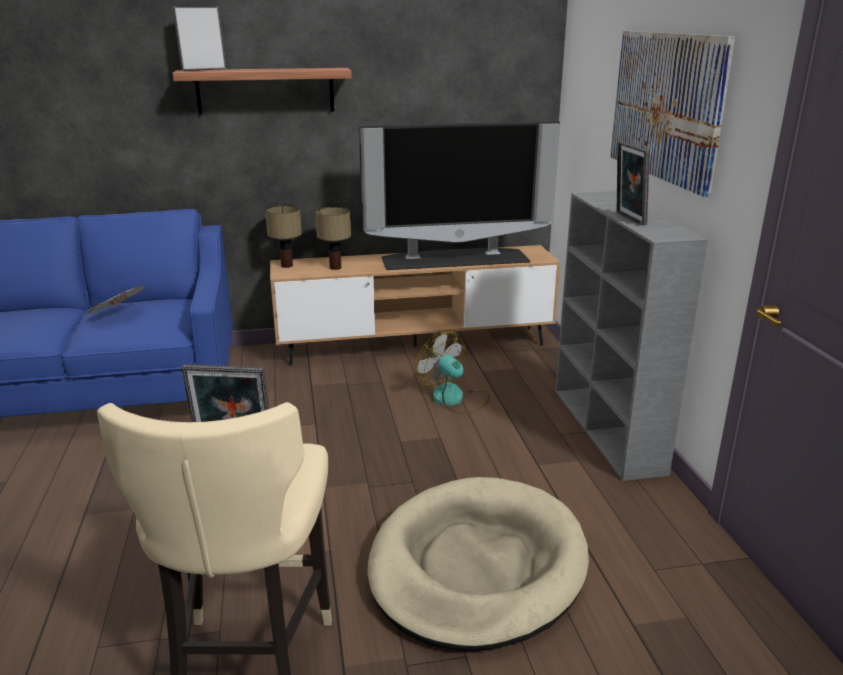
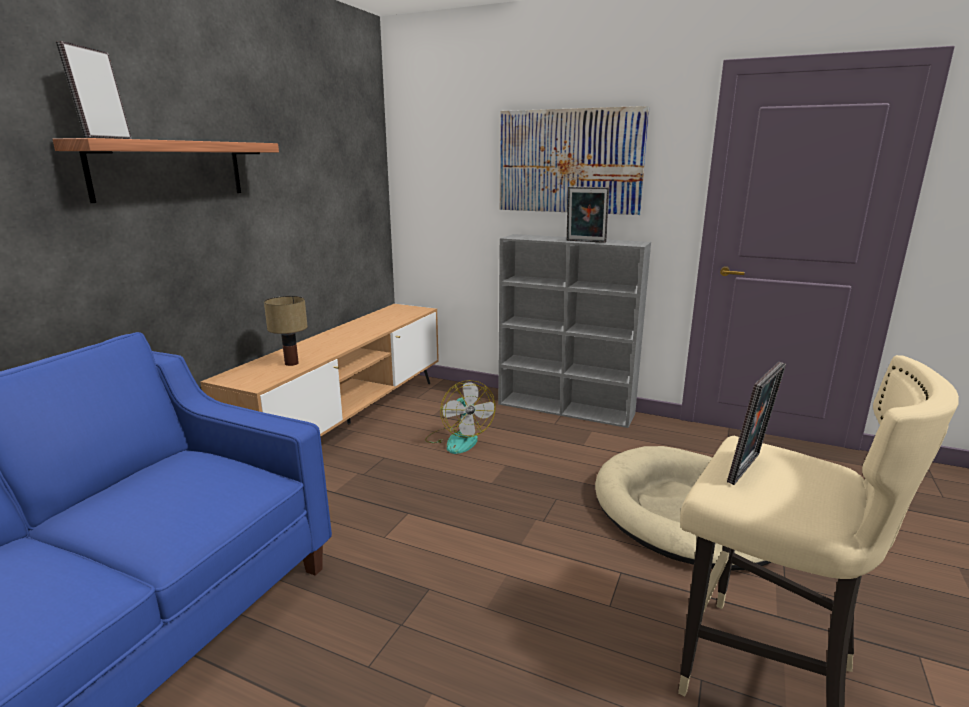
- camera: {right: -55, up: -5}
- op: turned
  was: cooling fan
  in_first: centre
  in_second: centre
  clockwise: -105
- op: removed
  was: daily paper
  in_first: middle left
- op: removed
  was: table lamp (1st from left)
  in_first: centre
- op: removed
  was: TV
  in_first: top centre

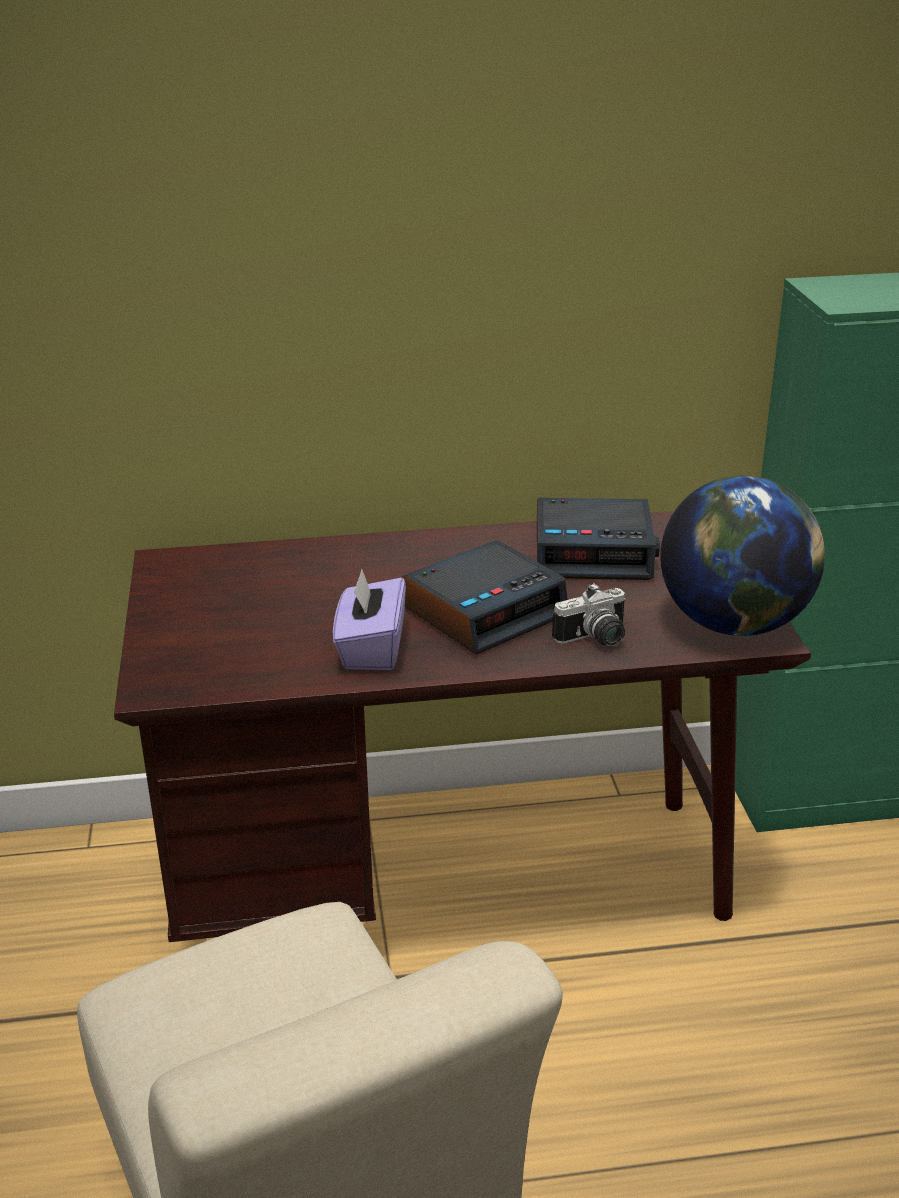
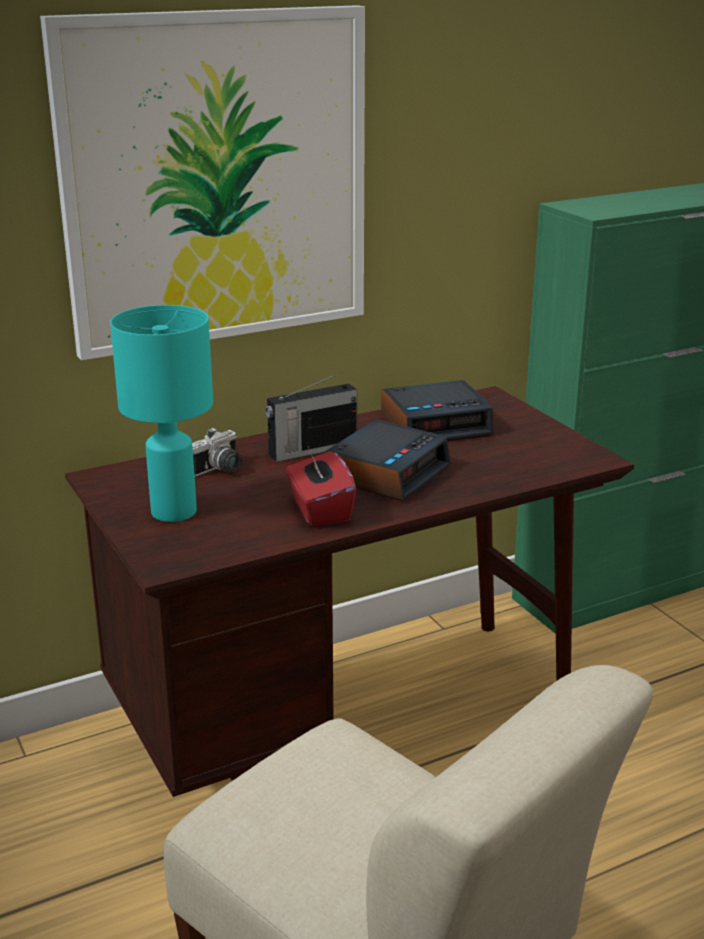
- camera: {right: -20, up: -5}
- op: added
  now: picture
  in_second: top left
- op: added
  now: turquoise-coloured table lamp
  in_second: middle left
- op: moved
  was: still camera
  in_first: centre
  in_second: middle left
- op: added
  now: radio
  in_second: centre
- op: recoloured
  was: purplish box of tissues
  now: red box of tissues
  in_first: centre
  in_second: centre
- op: removed
  was: desk globe
  in_first: middle right

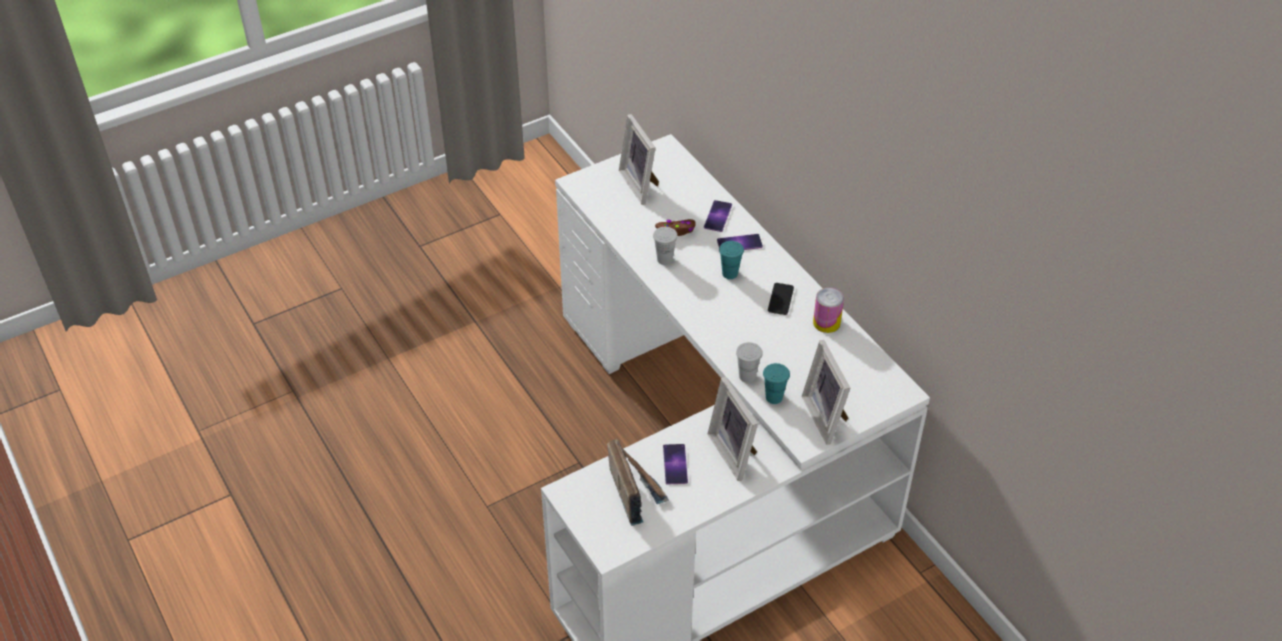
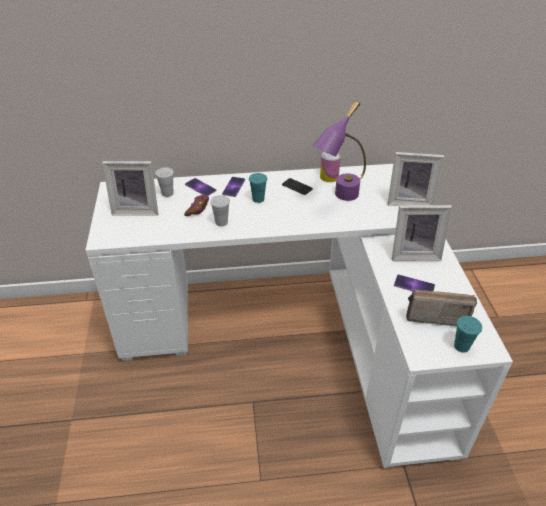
- camera: {right: -65, up: -5}
- op: moved
  was: white-coloured drinking cup (2nd from left in the first image)
  now: white-coloured drinking cup (1st from left)
  in_first: centre
  in_second: middle left
- op: added
  now: purplish table lamp
  in_second: top centre
- op: moved
  was: turquoise-coloured drinking cup (2nd from left)
  in_first: centre
  in_second: middle right

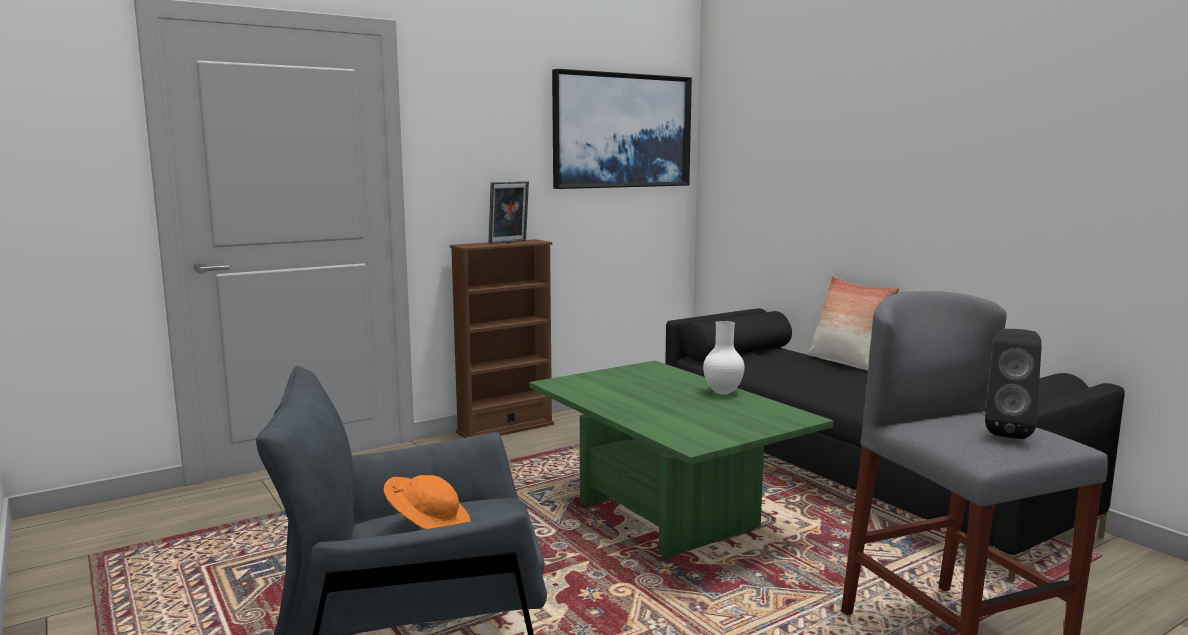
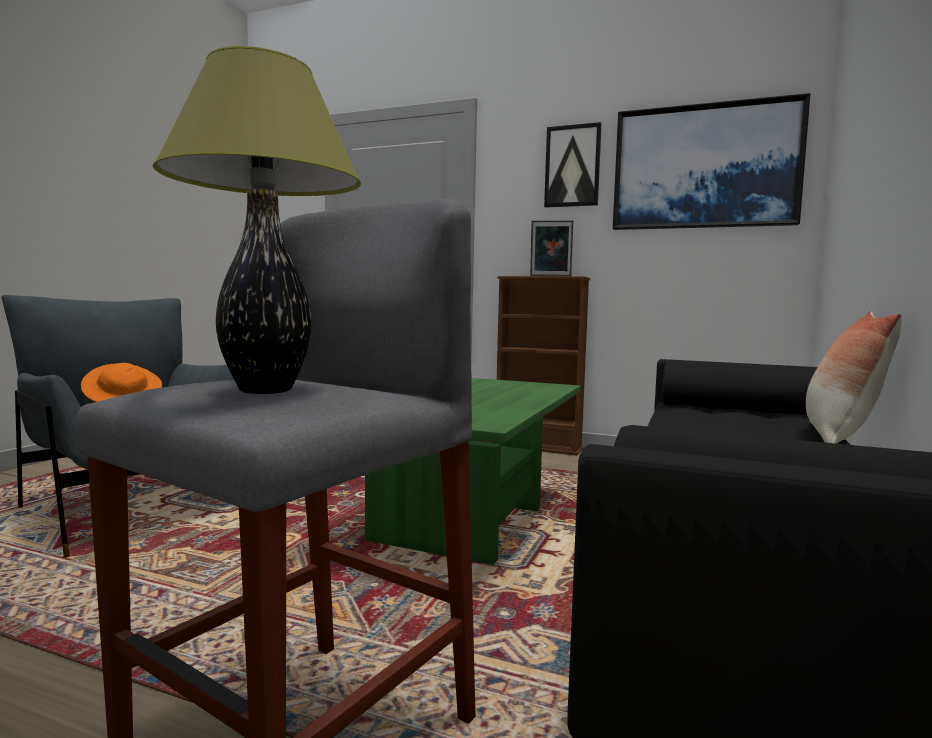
- camera: {right: 55, up: -5}
- op: replaced
  was: black-coloured speaker
  now: table lamp
  in_first: middle right
  in_second: top left
- op: added
  now: picture (1st from left)
  in_second: top centre
- op: removed
  was: white-coloured decorative vase
  in_first: centre

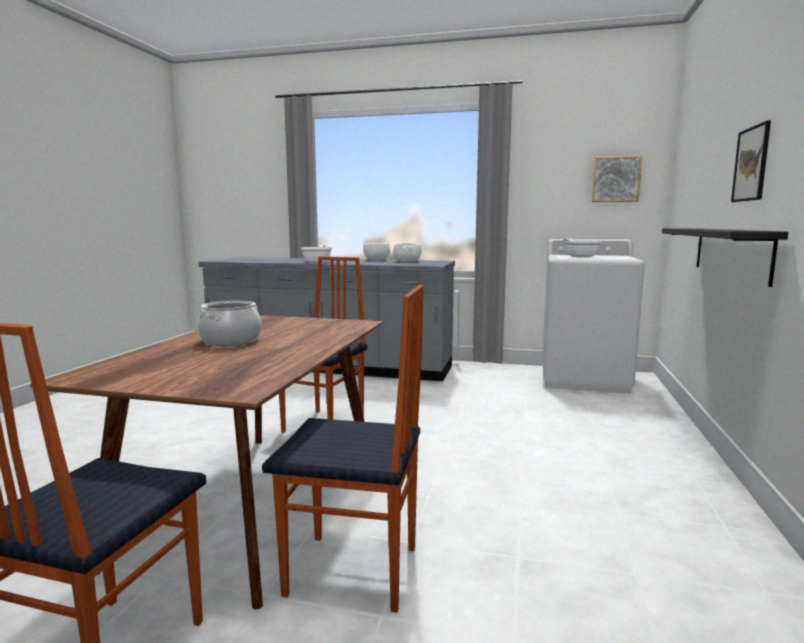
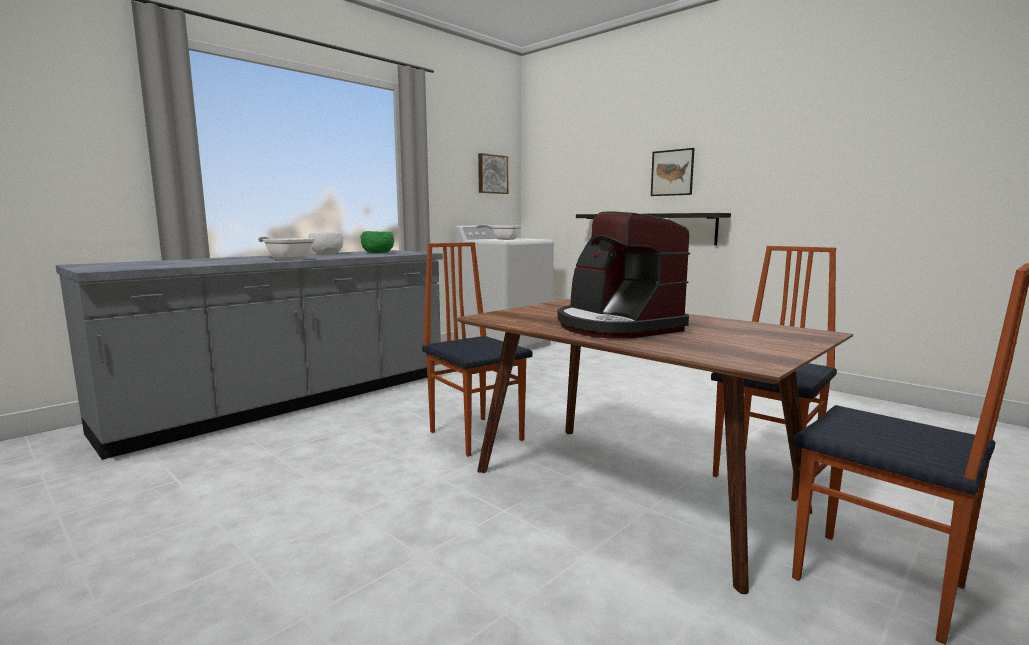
- camera: {right: -60, up: 0}
- op: recoloured
  was: white-coloured deep dish (2nd from left)
  now: green deep dish
  in_first: centre
  in_second: centre
- op: replaced
  was: stockpot
  now: coffee brewer
  in_first: middle left
  in_second: centre

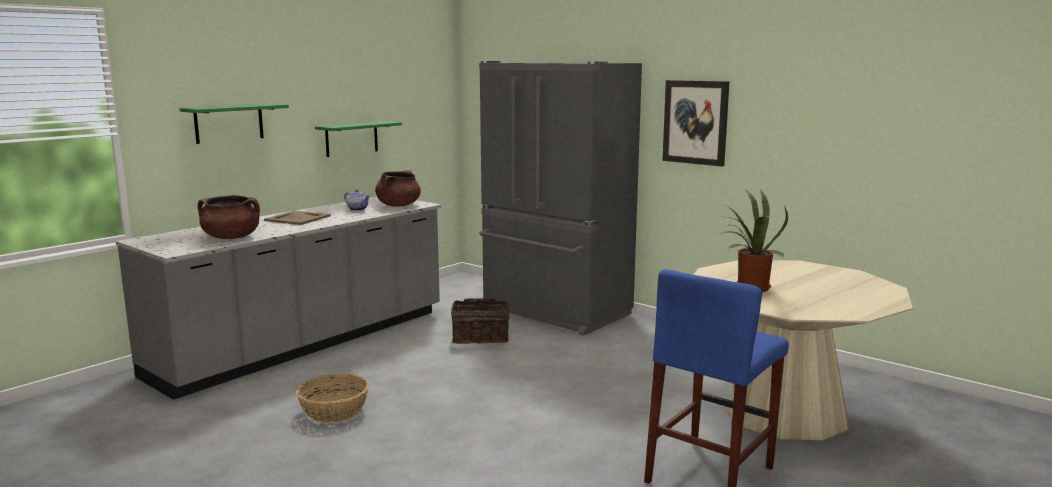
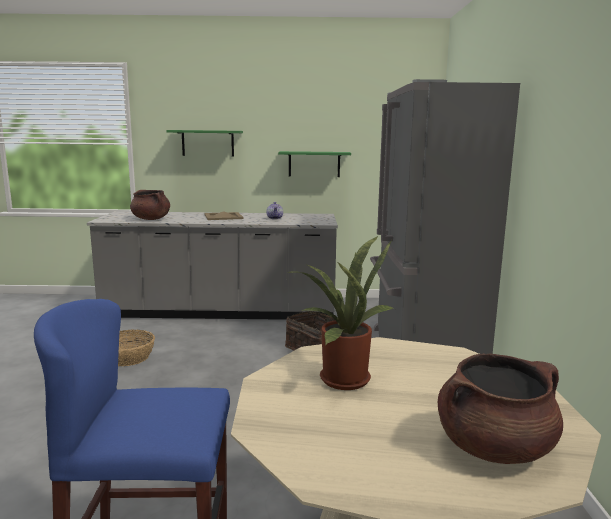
- camera: {right: 50, up: 0}
- op: moved
  was: brown-coloured stockpot (2nd from left)
  in_first: centre
  in_second: bottom right
- op: removed
  was: picture
  in_first: top centre

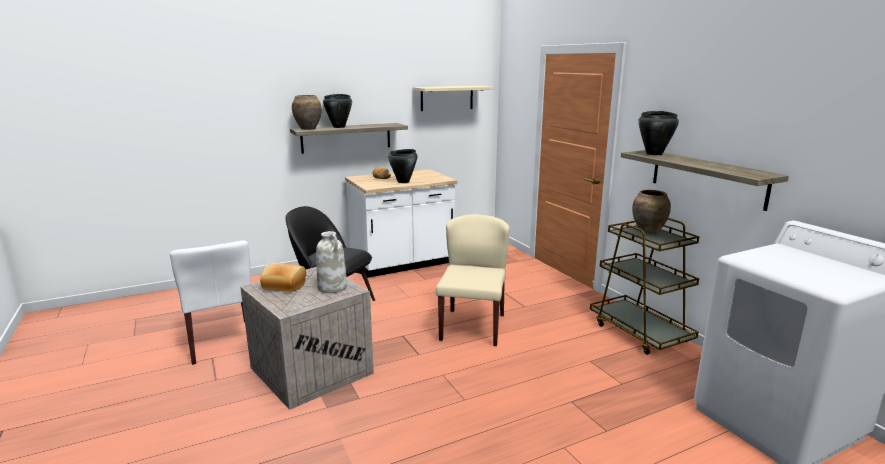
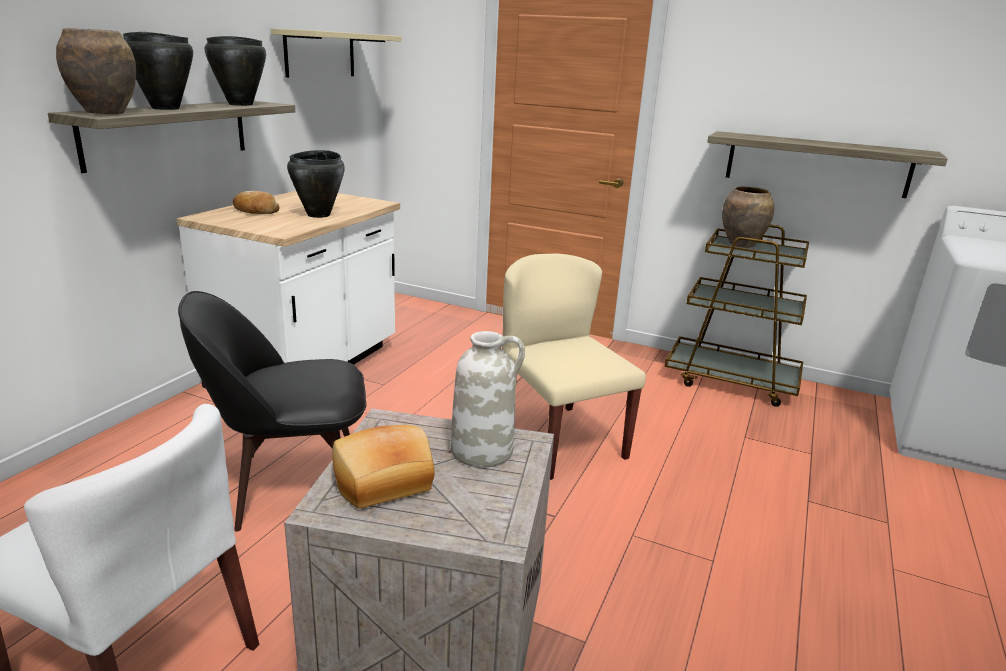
- camera: {right: -40, up: 5}
- op: moved
  was: black-coloured stockpot (3rd from left in the first image)
  now: black-coloured stockpot (2nd from left)
  in_first: top right
  in_second: top left

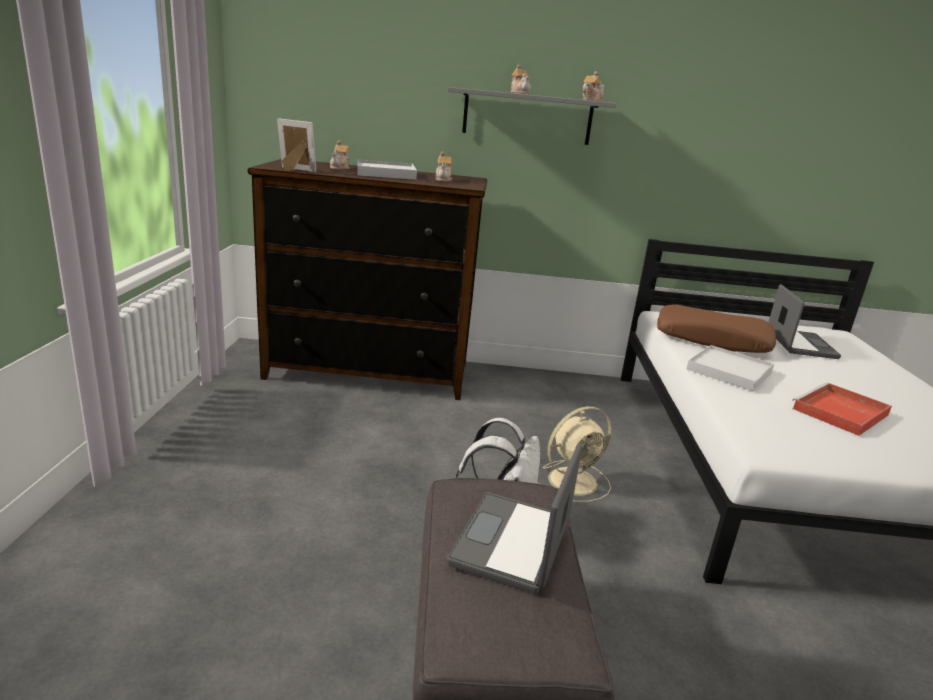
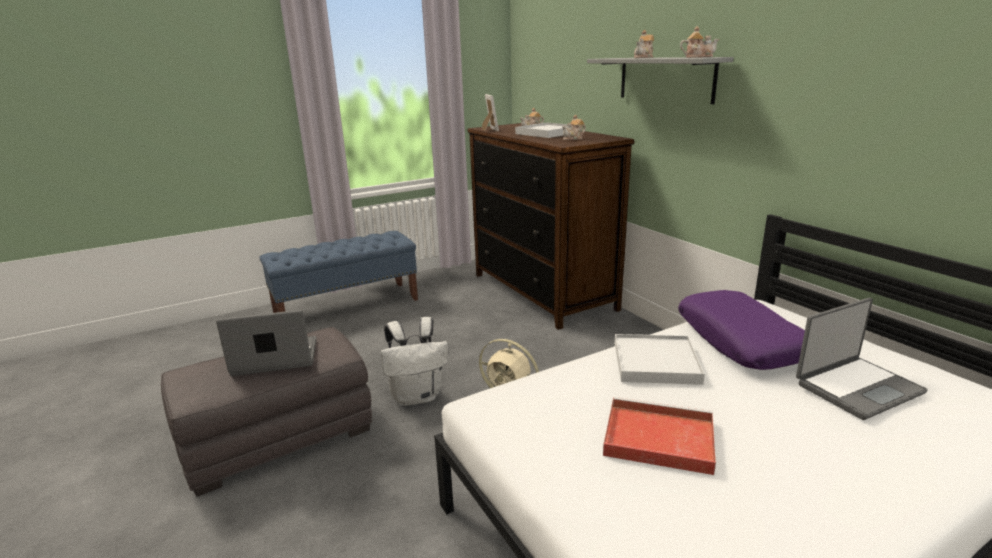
- camera: {right: 60, up: 0}
- op: added
  now: bluish bench
  in_second: centre
- op: recoloured
  was: brown-coloured pillow
  now: purplish pillow
  in_first: middle right
  in_second: middle right

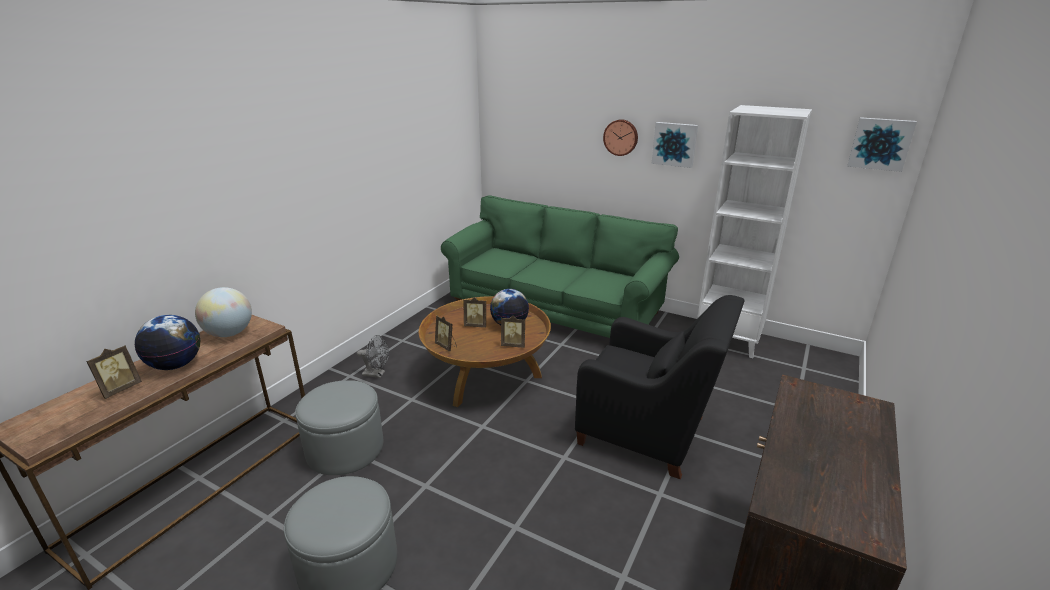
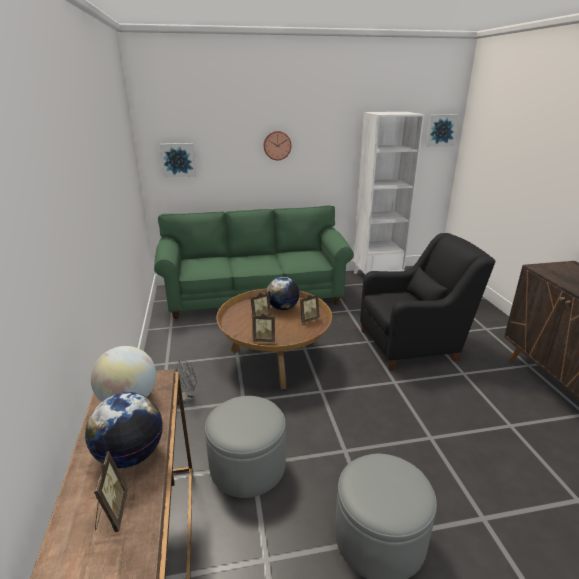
- camera: {right: -40, up: 0}
- op: moved
  was: picture (1st from left)
  in_first: top centre
  in_second: top left

